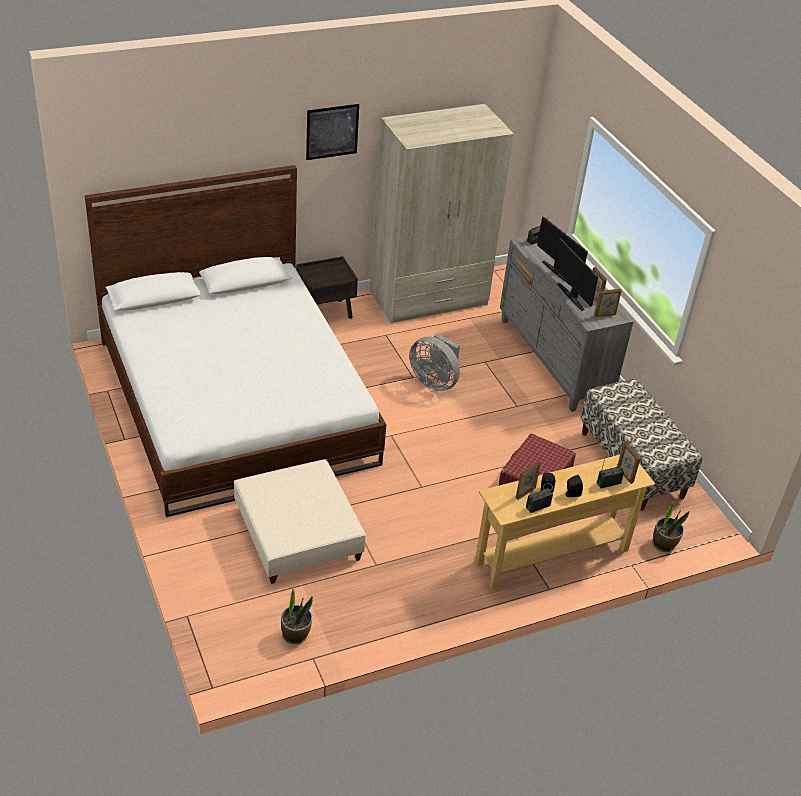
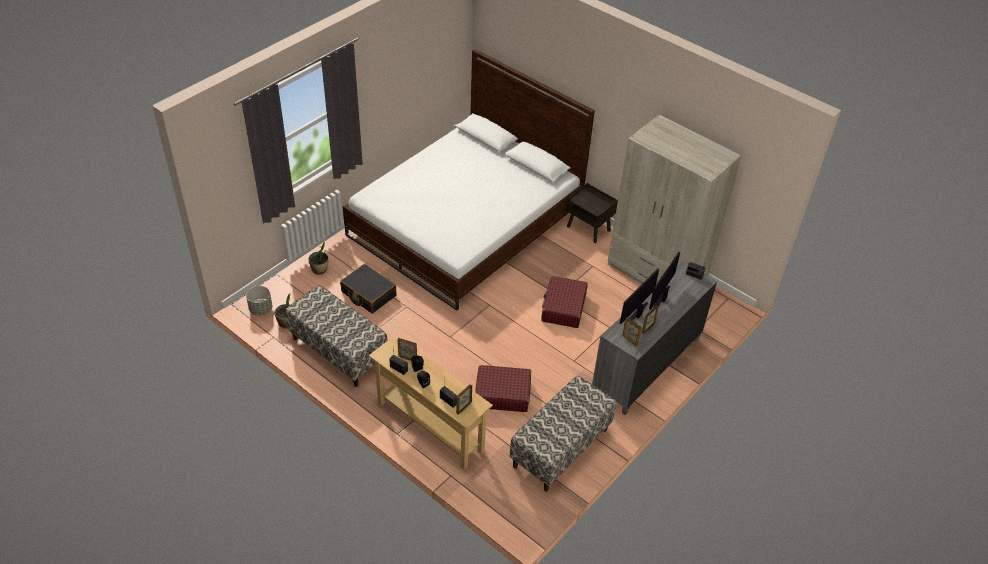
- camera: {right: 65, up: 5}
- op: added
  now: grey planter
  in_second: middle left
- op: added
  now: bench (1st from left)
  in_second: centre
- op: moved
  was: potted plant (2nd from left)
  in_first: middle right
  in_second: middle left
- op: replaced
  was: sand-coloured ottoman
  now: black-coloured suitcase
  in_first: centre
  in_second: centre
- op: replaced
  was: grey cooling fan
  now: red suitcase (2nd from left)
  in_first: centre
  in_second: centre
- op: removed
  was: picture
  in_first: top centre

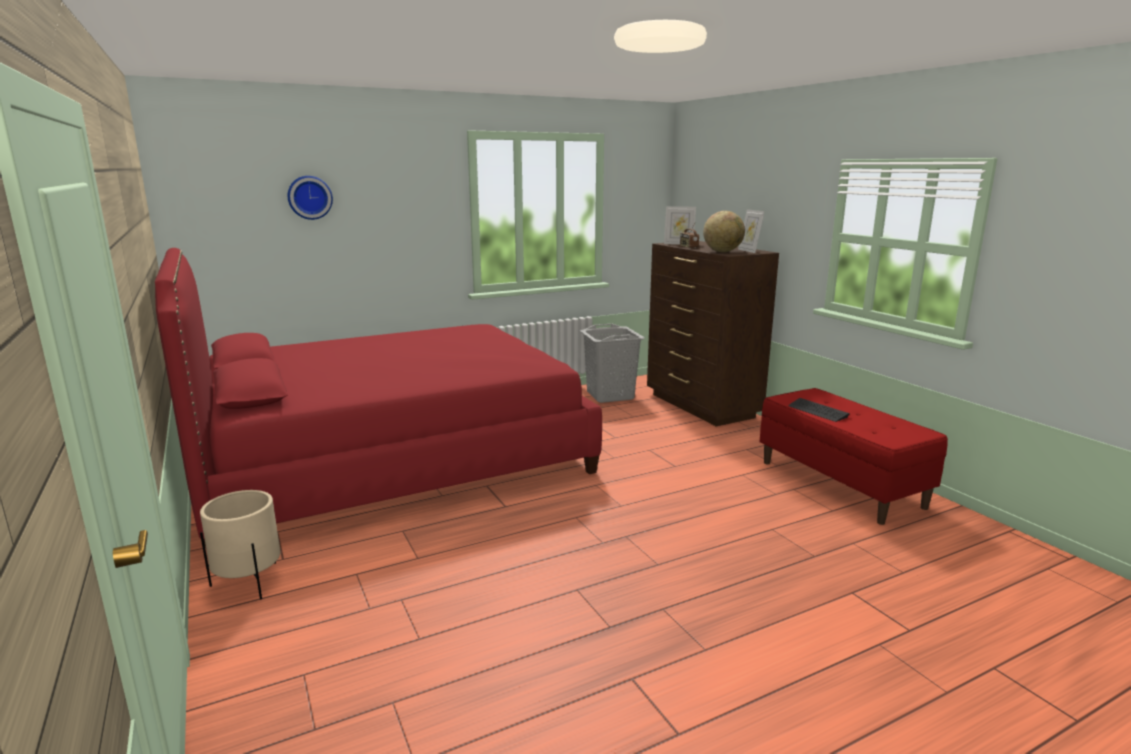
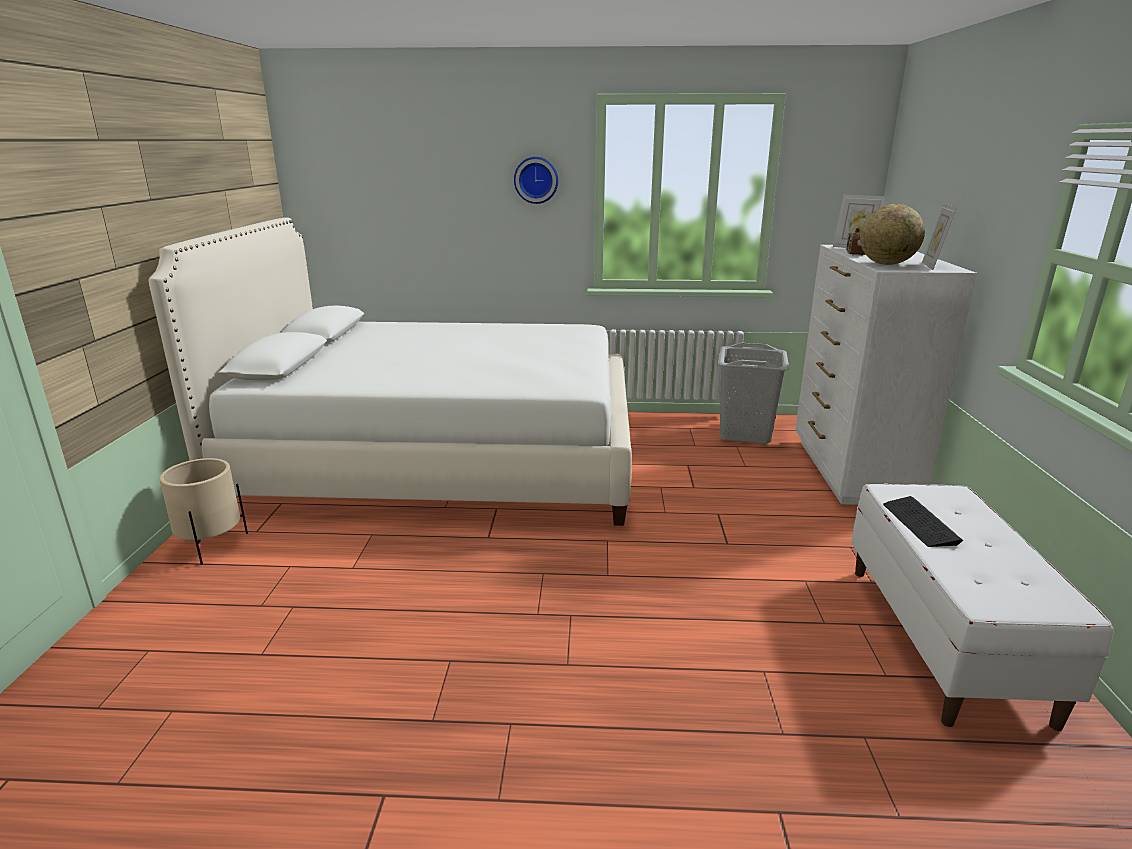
- camera: {right: 30, up: 5}
- op: recoloured
  was: red bed
  now: white-coloured bed
  in_first: centre
  in_second: centre
- op: moved
  was: hanging clock
  in_first: top left
  in_second: top centre
- op: recoloured
  was: brown-coloured dresser
  now: white-coloured dresser
  in_first: centre
  in_second: middle right
- op: recoloured
  was: red bench
  now: white-coloured bench
  in_first: middle right
  in_second: bottom right

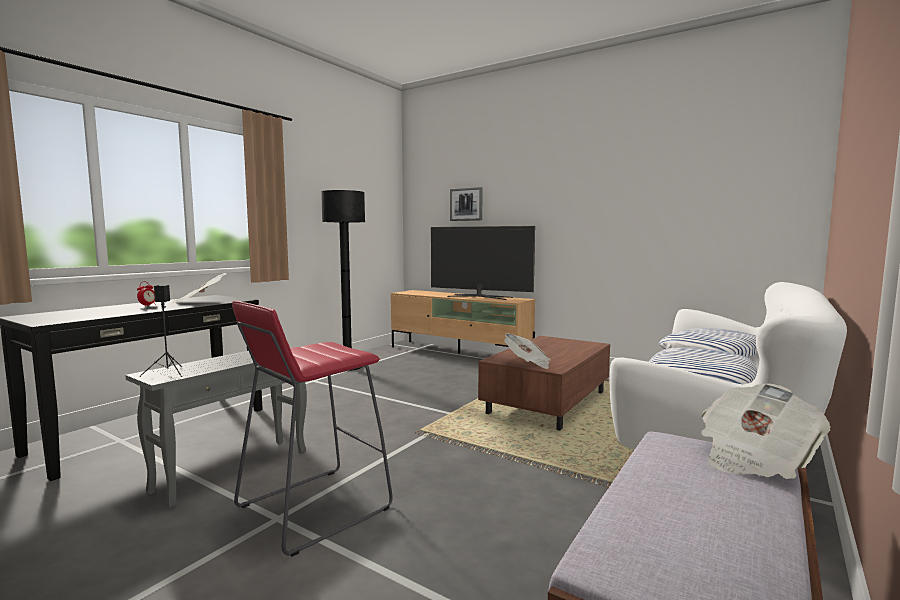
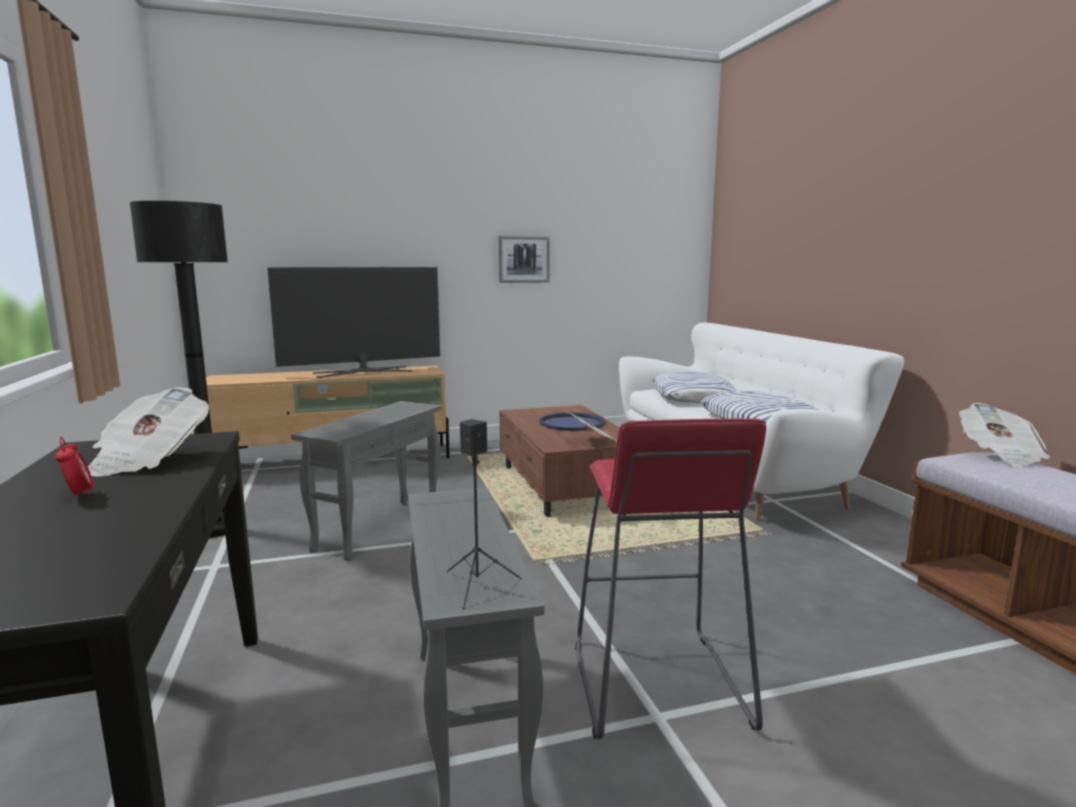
- camera: {right: -50, up: 5}
- op: added
  now: grey accent table (1st from left)
  in_second: centre
- op: moved
  was: picture
  in_first: centre
  in_second: top centre
- op: added
  now: bluish carrying tray
  in_second: centre

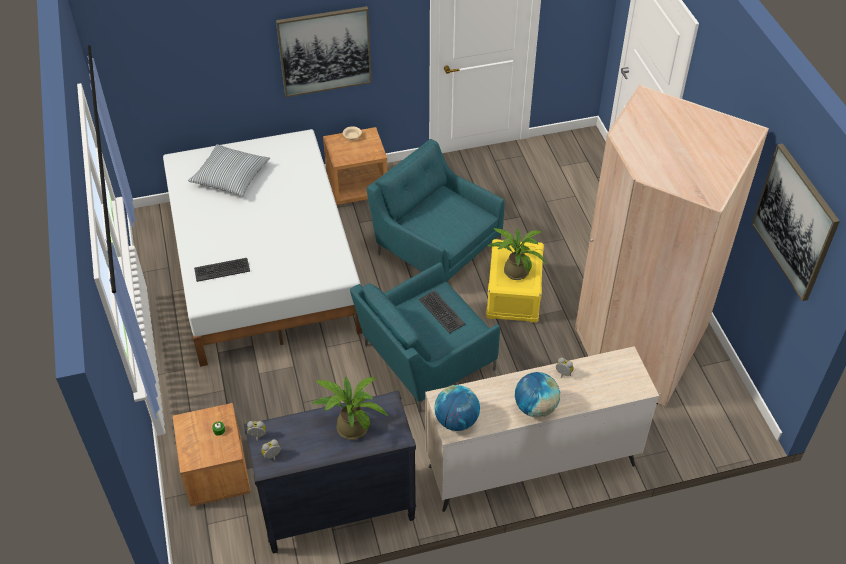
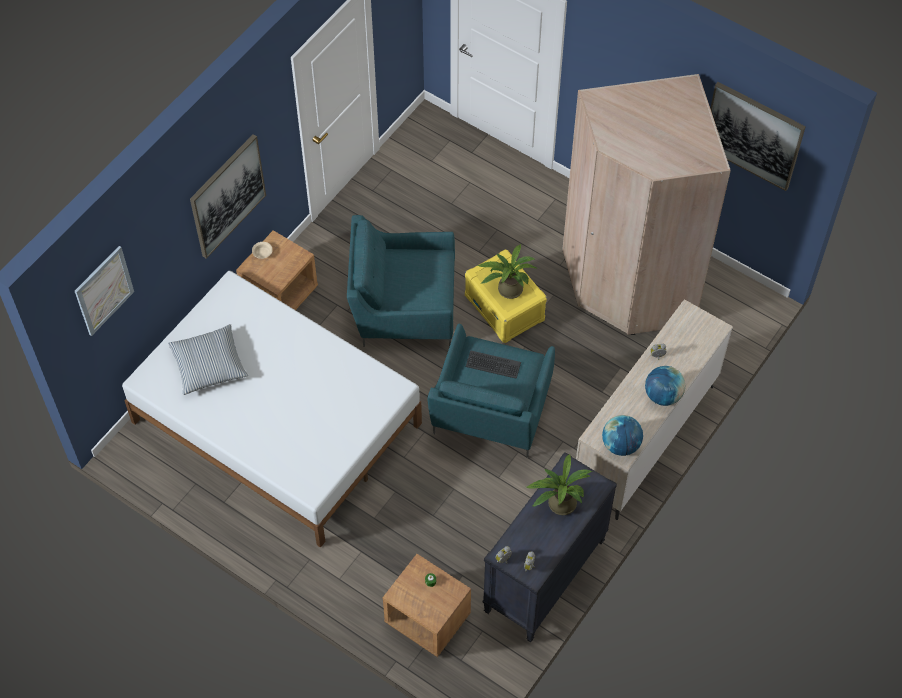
- camera: {right: -40, up: 10}
- op: added
  now: picture (1st from left)
  in_second: middle left
- op: removed
  was: computer keyboard (1st from left)
  in_first: middle left

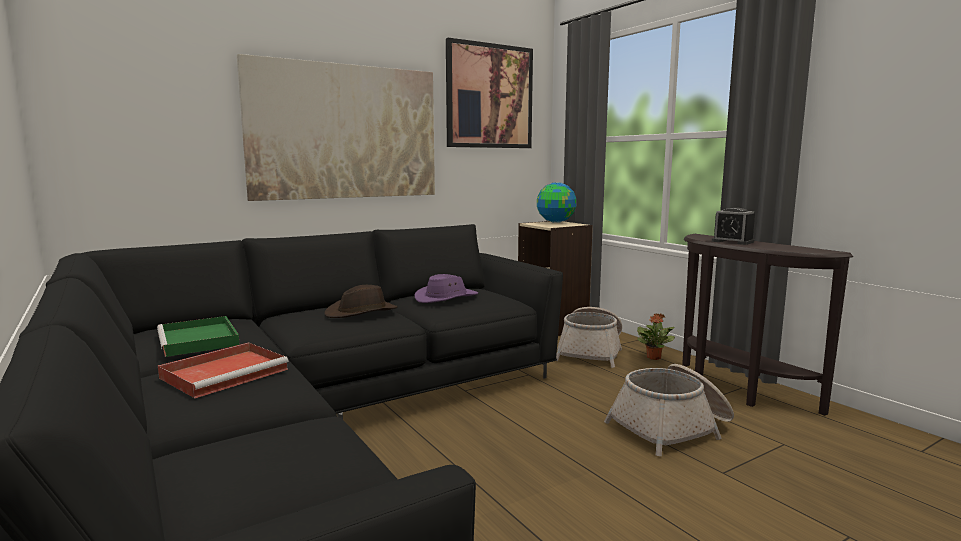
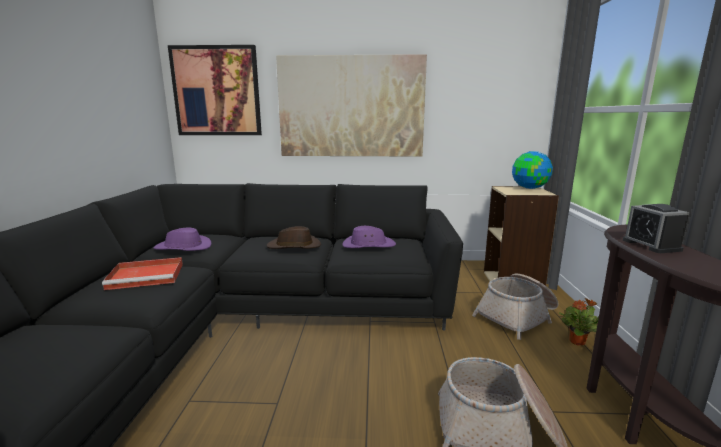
- camera: {right: 35, up: 5}
- op: replaced
  was: green carrying tray
  now: purplish hat (1st from left)
  in_first: middle left
  in_second: middle left
- op: moved
  was: picture (2nd from left in the first image)
  now: picture (1st from left)
  in_first: top centre
  in_second: top left

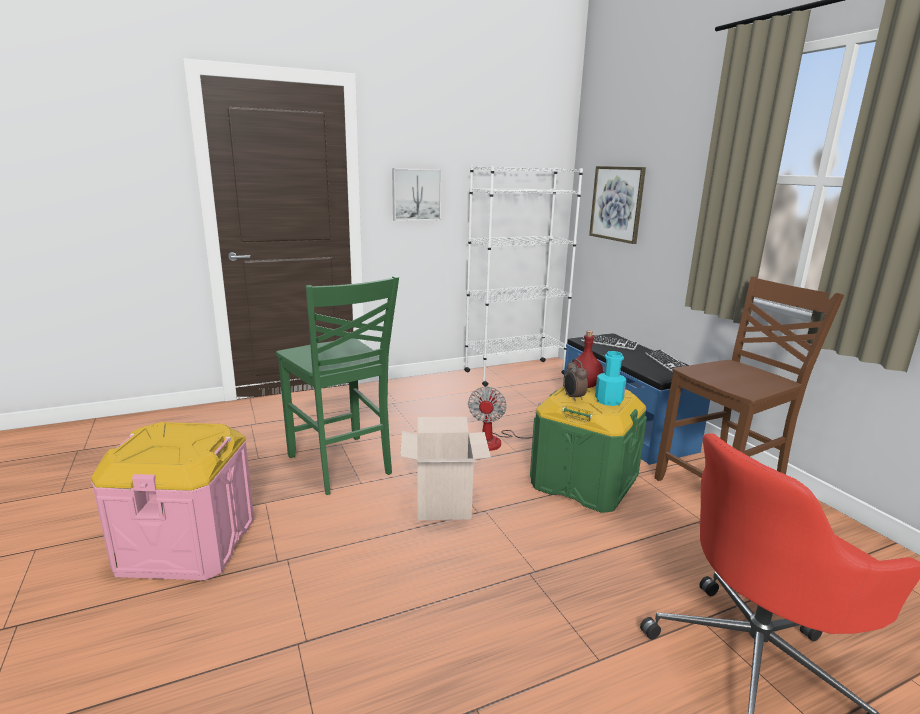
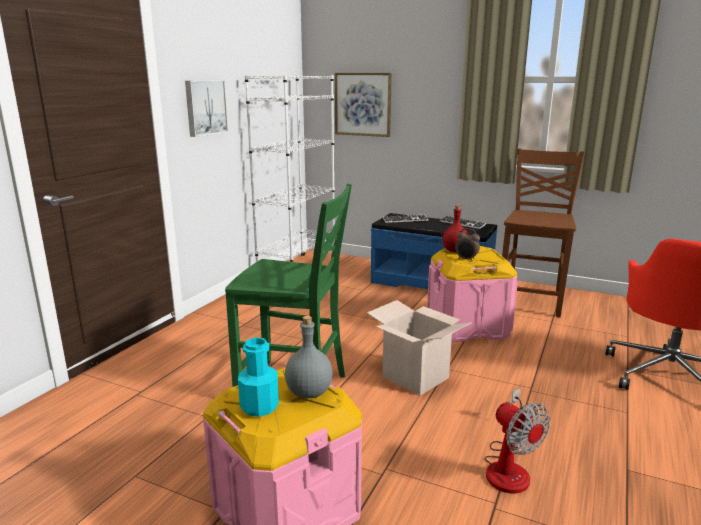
- camera: {right: -40, up: 0}
- op: moved
  was: turquoise-coloured bottle
  in_first: centre
  in_second: bottom centre
- op: added
  now: grey bottle
  in_second: bottom centre
- op: recoloured
  was: green storage bin
  now: pink storage bin (2nd from left)
  in_first: centre
  in_second: middle right
- op: moved
  was: cooling fan
  in_first: centre
  in_second: bottom right

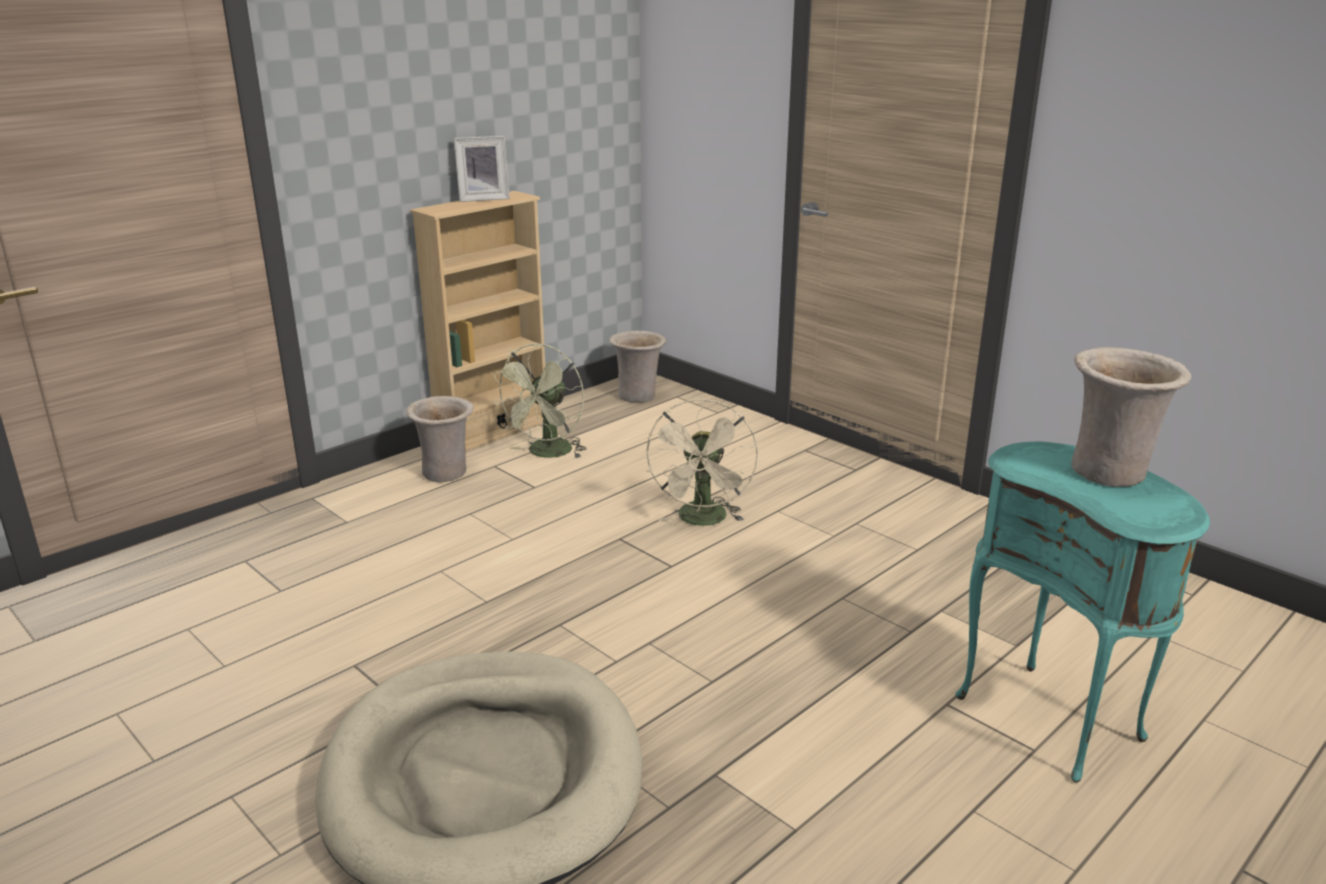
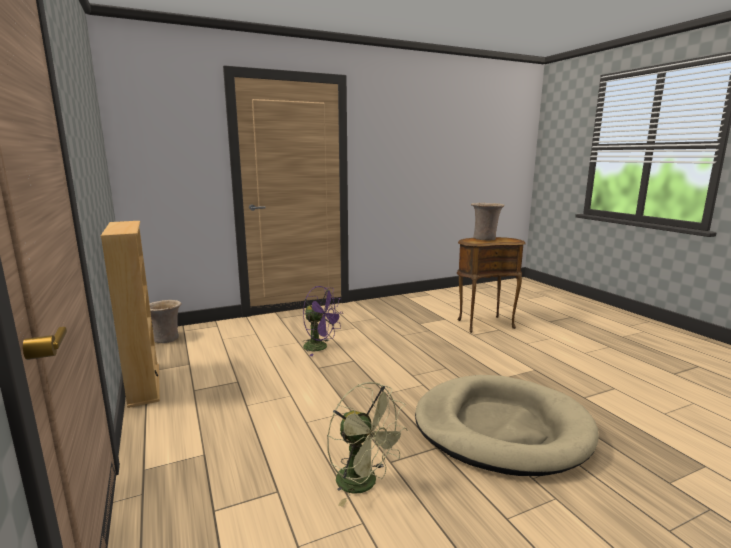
- camera: {right: -70, up: -10}
- op: recoloured
  was: sand-coloured cooling fan
  now: purplish cooling fan
  in_first: centre
  in_second: centre
- op: moved
  was: green cooling fan
  in_first: centre
  in_second: bottom centre
- op: recoloured
  was: turquoise-coloured accent table
  now: brown-coloured accent table
  in_first: bottom right
  in_second: middle right
- op: removed
  was: sand-coloured decorative vase (1st from left)
  in_first: middle left
- op: removed
  was: photo frame
  in_first: top centre

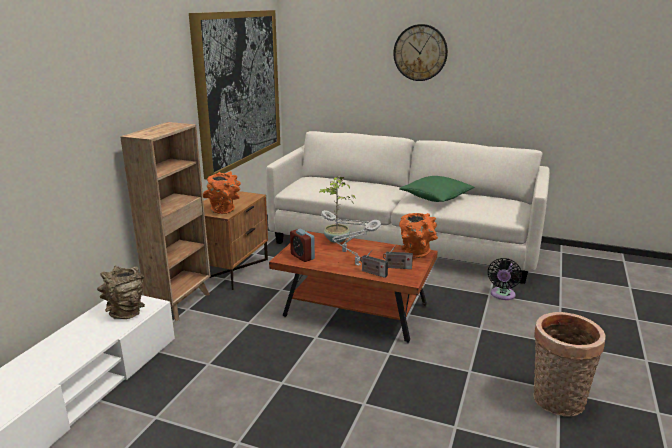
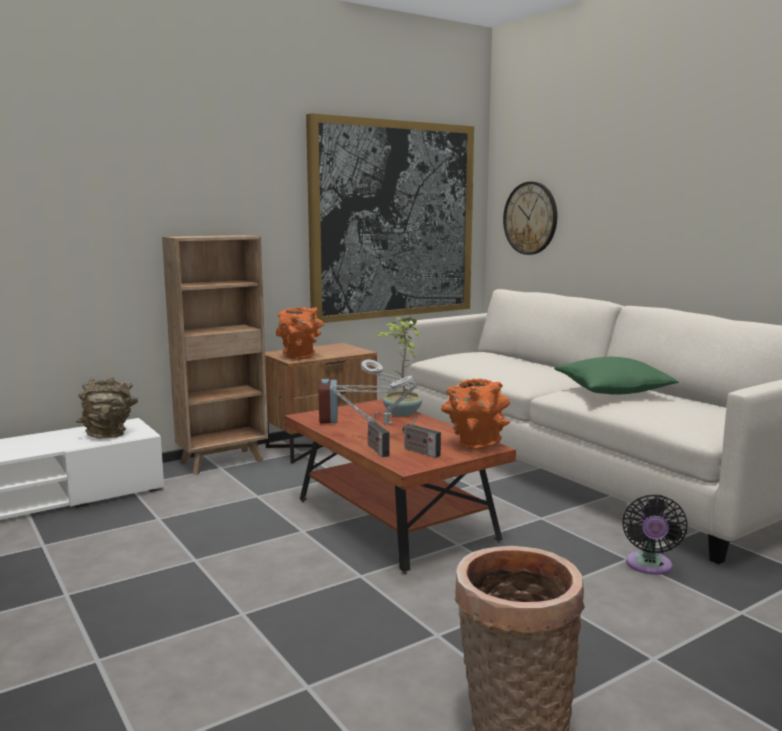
- camera: {right: 35, up: -10}
- op: moved
  was: hanging clock
  in_first: top centre
  in_second: top right
- op: turned
  was: black-coloured cooling fan
  in_first: middle right
  in_second: bottom right
  clockwise: -45

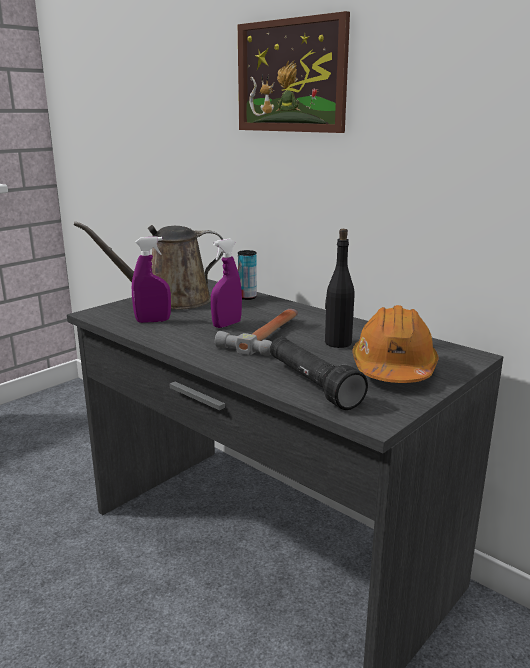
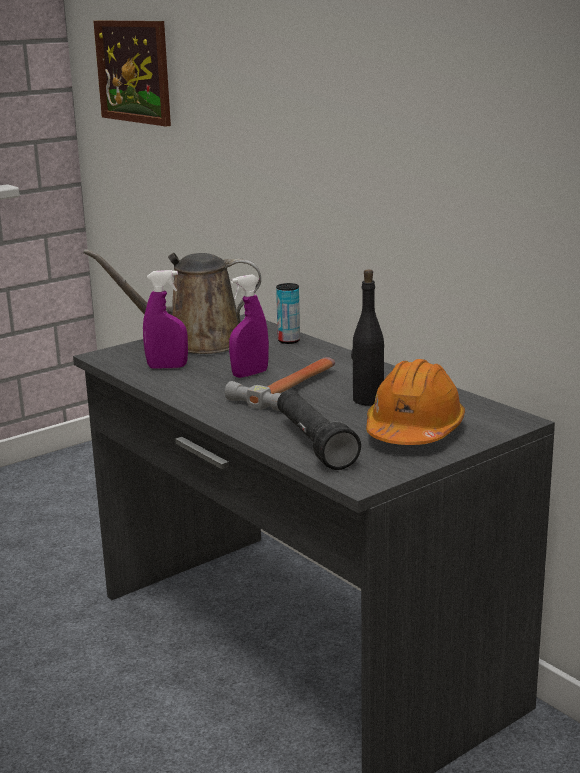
- camera: {right: 10, up: 0}
- op: moved
  was: picture
  in_first: top centre
  in_second: top left

